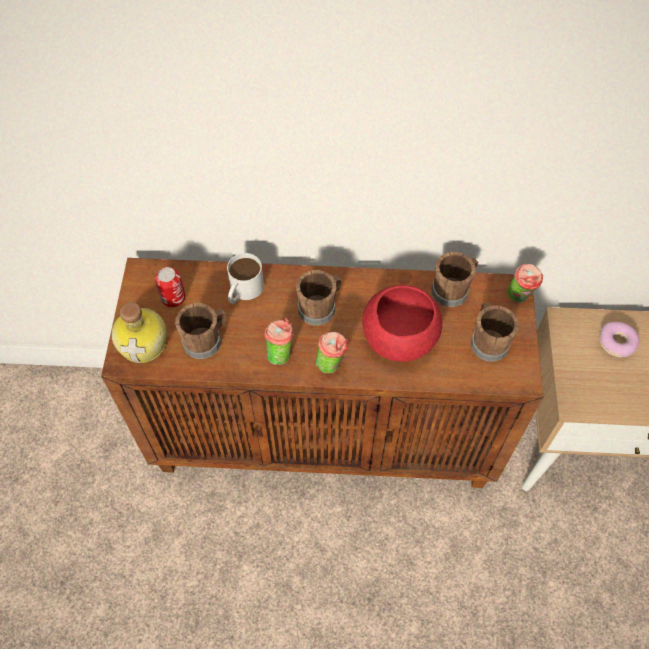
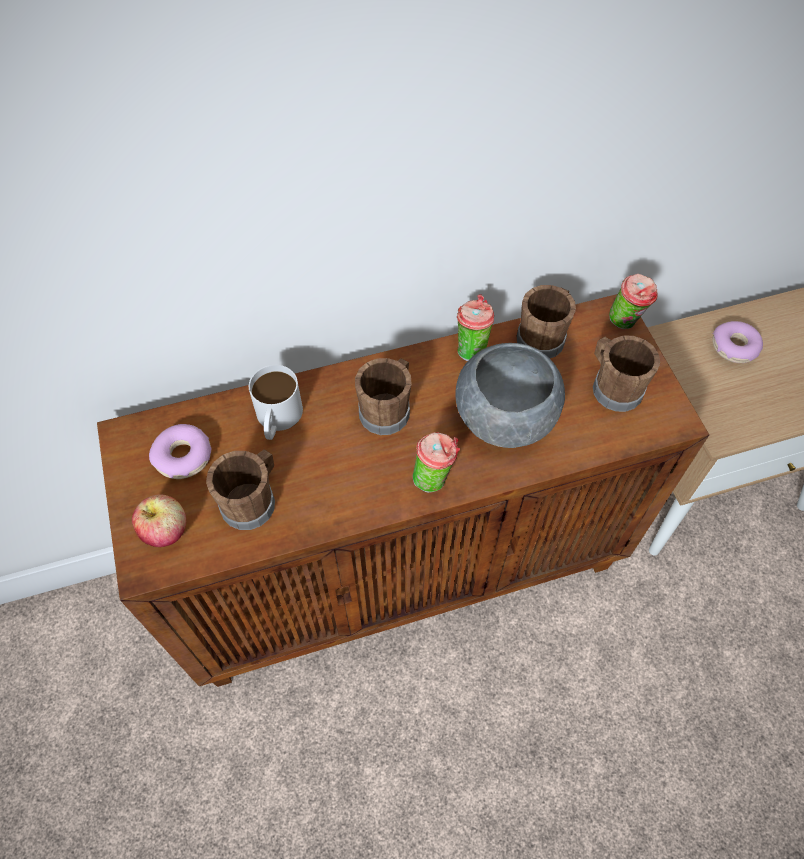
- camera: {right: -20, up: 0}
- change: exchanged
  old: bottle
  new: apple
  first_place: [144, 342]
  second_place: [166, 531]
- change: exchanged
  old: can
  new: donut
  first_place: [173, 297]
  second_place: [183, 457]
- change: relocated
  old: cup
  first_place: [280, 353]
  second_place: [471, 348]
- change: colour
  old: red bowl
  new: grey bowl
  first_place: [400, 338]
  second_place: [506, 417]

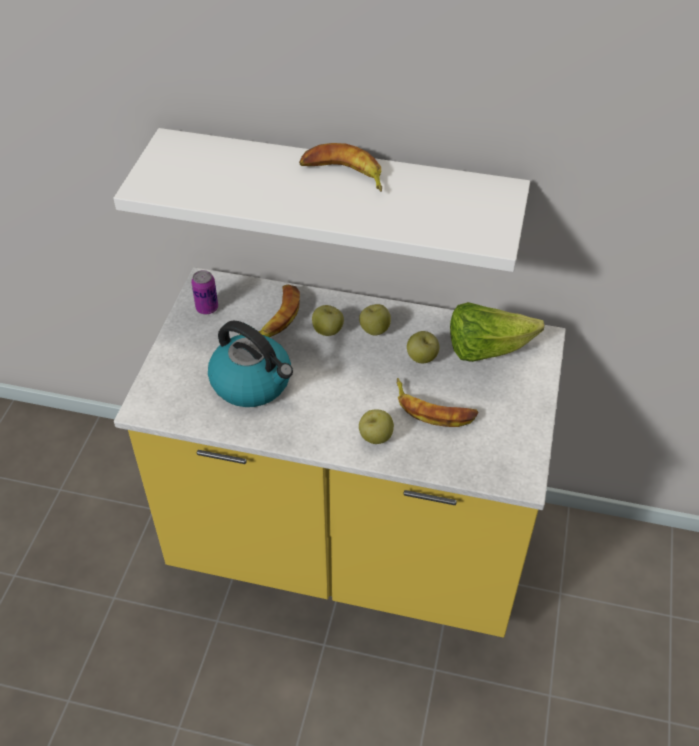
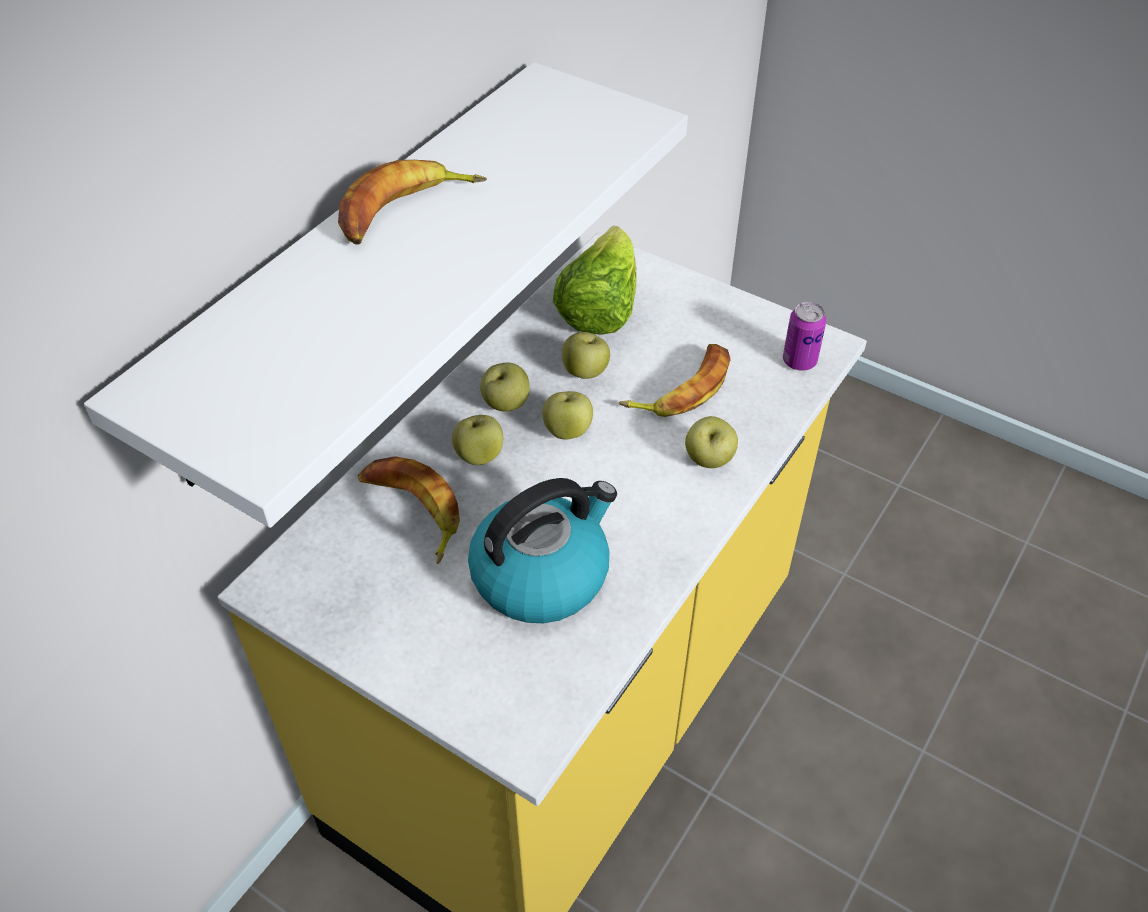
- camera: {right: -70, up: 0}
- change: relocated
  old: can
  first_place: [207, 308]
  second_place: [799, 361]
- change: appeared
  new: apple
  second_place: [567, 431]

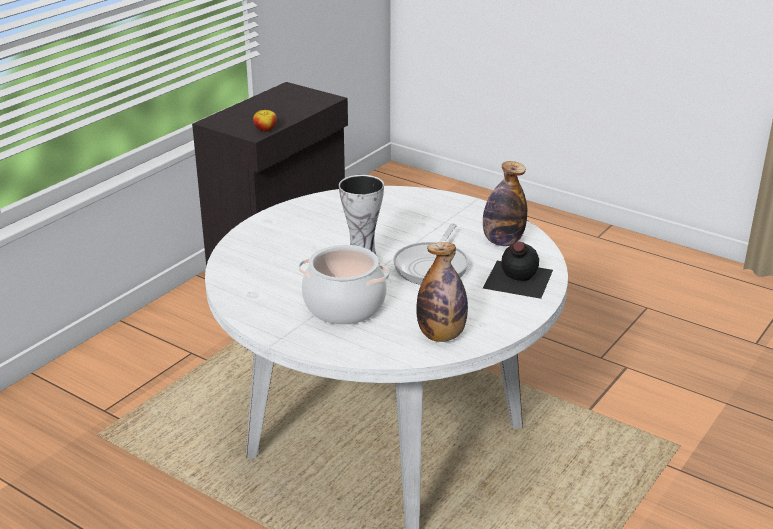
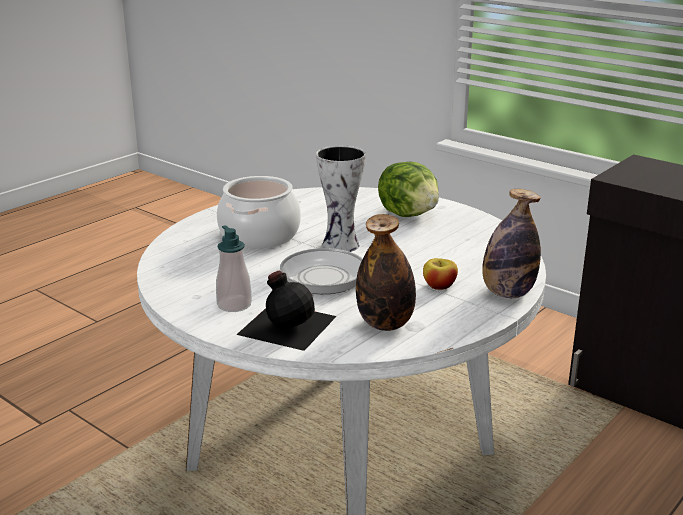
- camera: {right: 95, up: -5}
- change: relocated
  old: apple
  first_place: [265, 129]
  second_place: [439, 286]
- change: relocated
  old: bottle
  first_place: [441, 335]
  second_place: [507, 293]
- change: appeared
  new: soap dispenser
  second_place: [234, 305]
- change: appeared
  new: lettuce
  second_place: [409, 214]

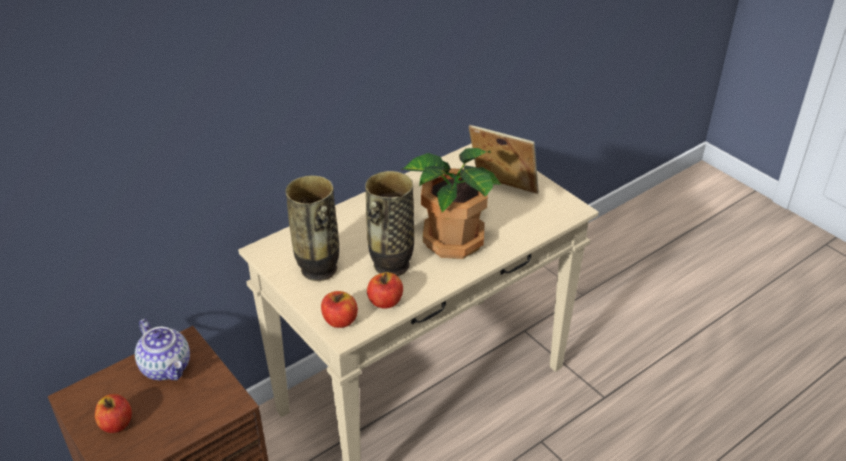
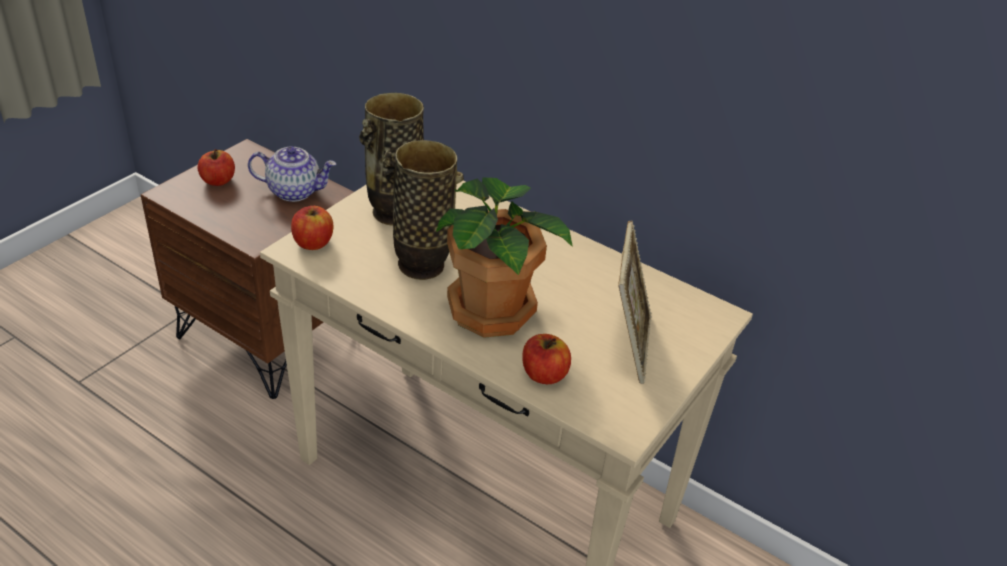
- camera: {right: 70, up: 0}
- change: spun
  old: teapot
  first_place: [167, 367]
  second_place: [295, 191]
  degrees: -120
- change: relocated
  old: apple
  first_place: [385, 301]
  second_place: [544, 374]

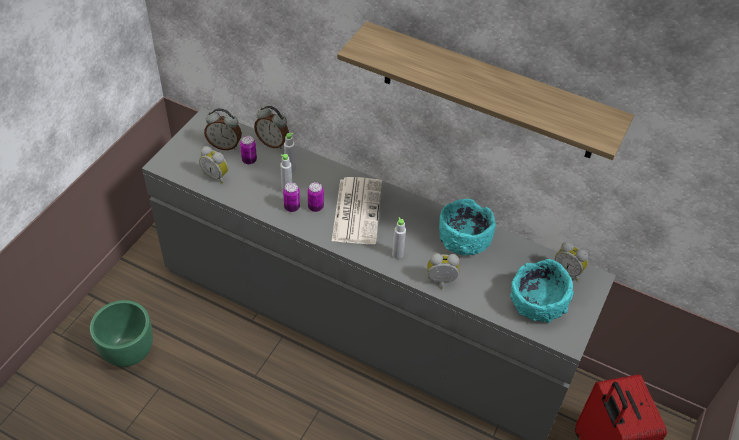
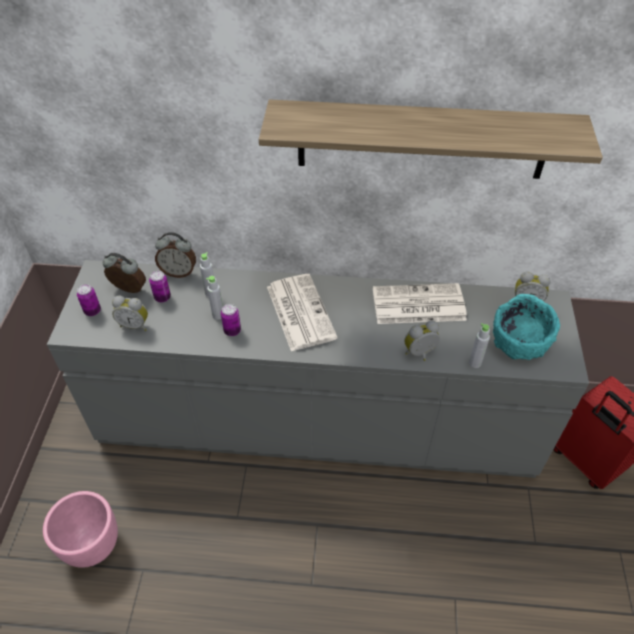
- camera: {right: -20, up: 0}
- change: colour
  old: green planter
  new: pink planter
  first_place: [128, 353]
  second_place: [92, 546]
- change: spun
  old: alarm clock
  first_place: [225, 145]
  second_place: [128, 290]
  degrees: -150
- change: relocated
  old: can
  first_place: [315, 207]
  second_place: [92, 311]
- change: relocated
  old: grey bottle
  first_place: [397, 254]
  second_place: [475, 363]
- change: exchanged
  old: turquoise bowl
  new: newspaper
  first_place: [463, 240]
  second_place: [417, 305]

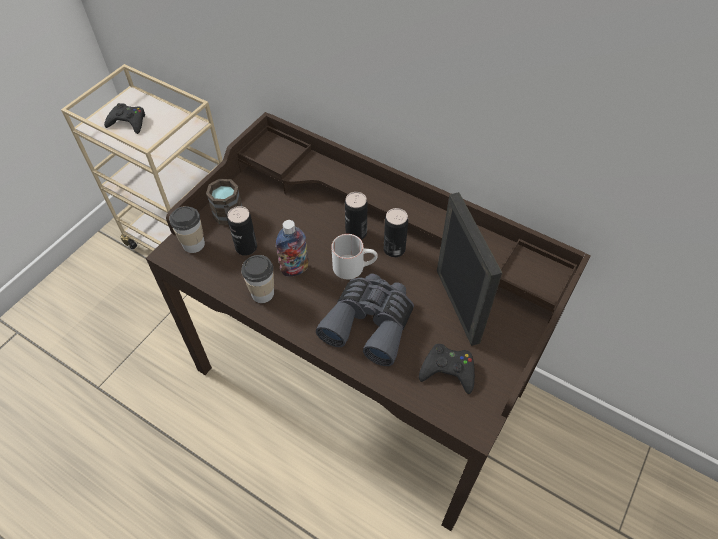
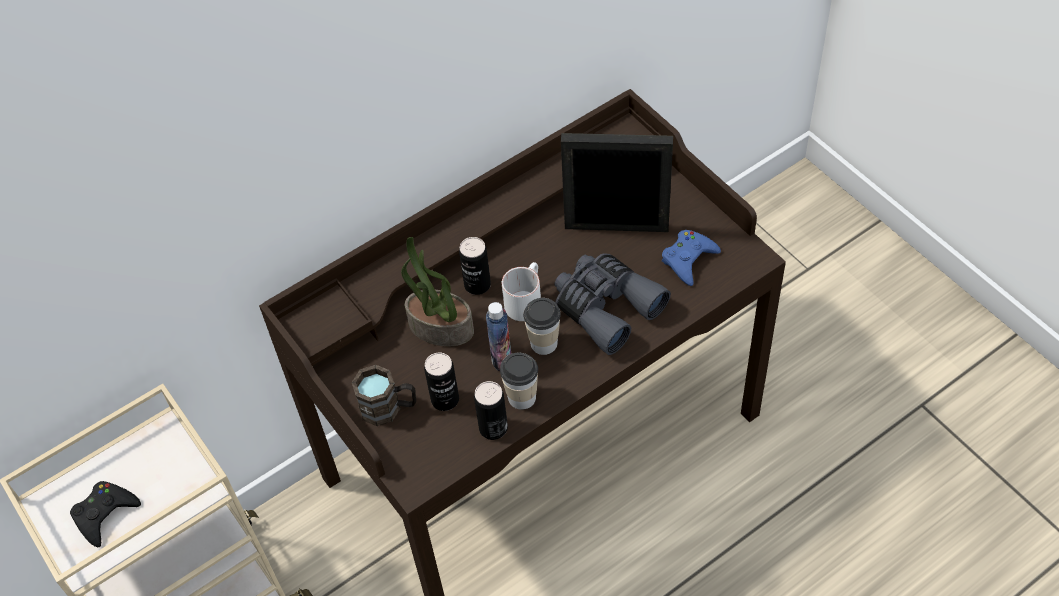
- camera: {right: -65, up: 0}
- change: relocated
  old: cup
  first_place: [193, 244]
  second_place: [544, 343]
- change: relocated
  old: can
  first_place: [394, 249]
  second_place: [493, 428]
- change: colour
  old: black game controller
  new: blue game controller
  first_place: [448, 370]
  second_place: [688, 260]
- change: appeared
  new: potted plant
  second_place: [440, 328]

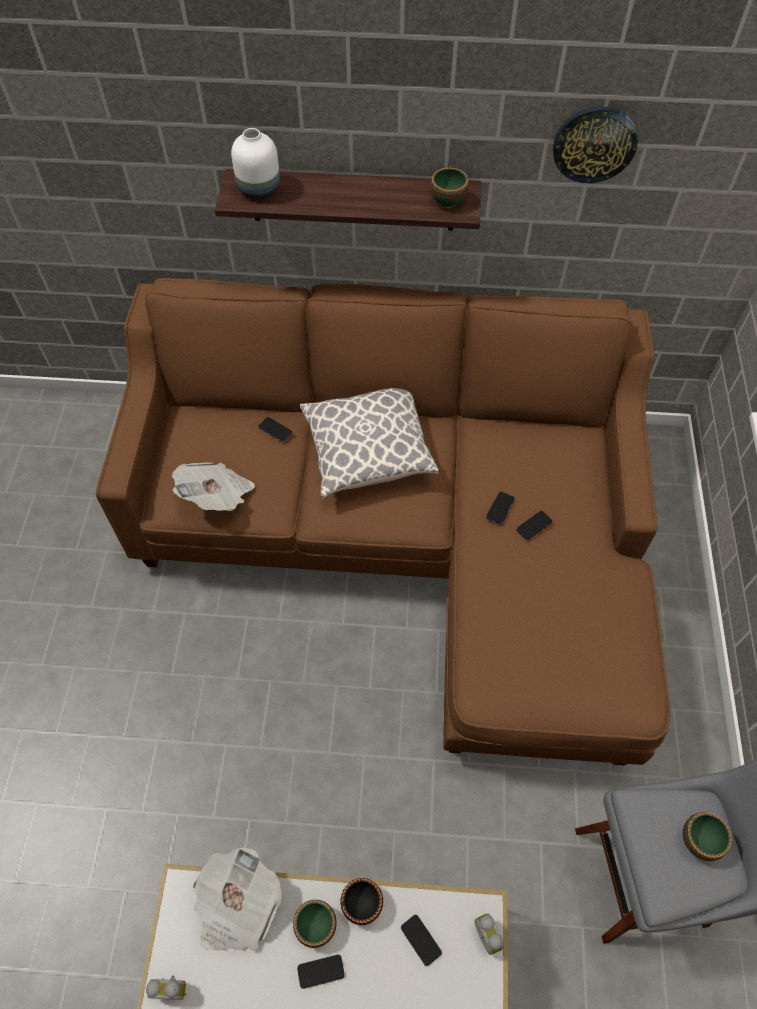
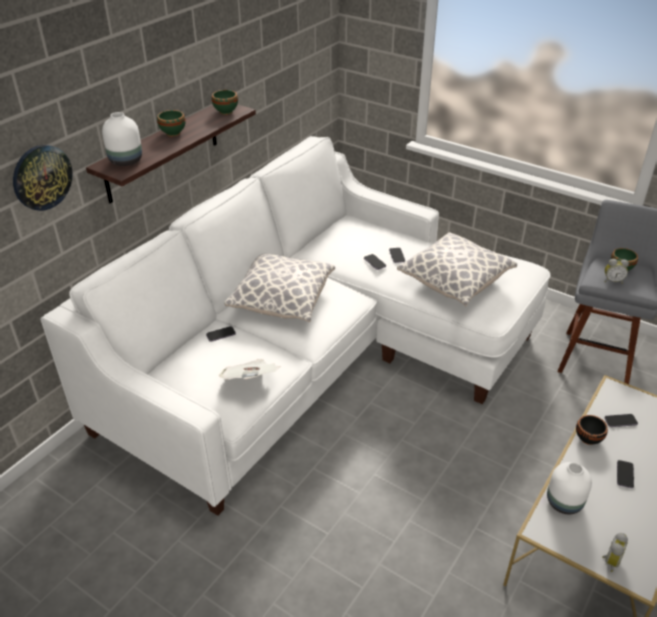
- camera: {right: -60, up: -20}
- change: colour
  old: brown sofa
  new: white sofa
  first_place: [410, 534]
  second_place: [316, 357]
- change: exchanged
  old: newspaper
  new: white vase
  first_place: [237, 905]
  second_place: [565, 503]
- change: relocated
  old: green bowl
  first_place: [315, 924]
  second_place: [172, 133]
- change: relocated
  old: alarm clock
  first_place: [488, 934]
  second_place: [612, 281]
- change: relocated
  old: wall clock
  first_place: [594, 144]
  second_place: [42, 177]
- change: appeared
  new: pillow
  second_place: [454, 282]

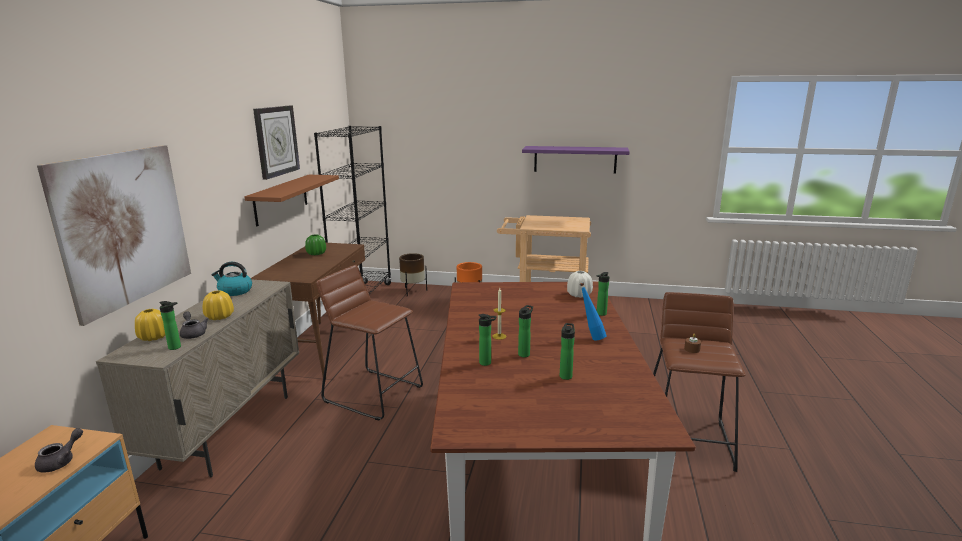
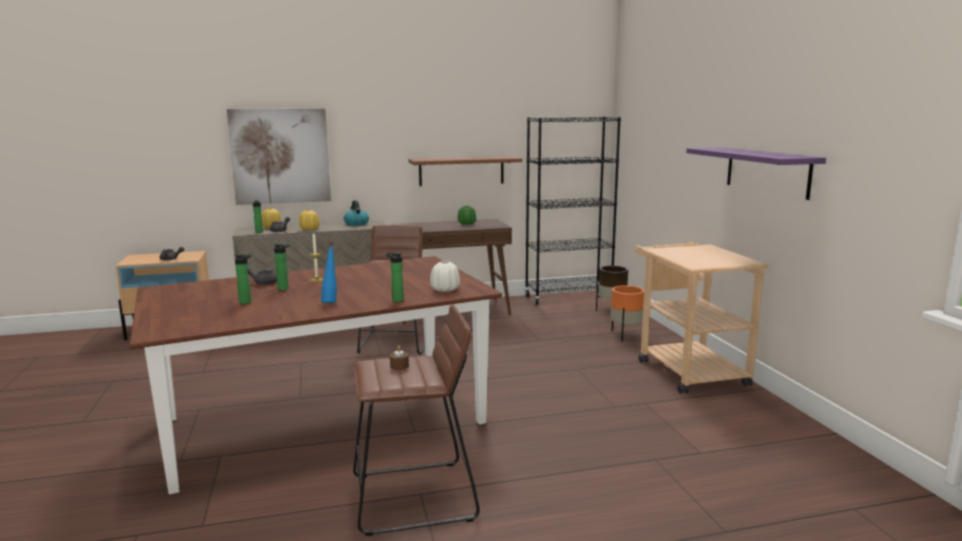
- camera: {right: 65, up: -5}
- change: missing
  old: wall clock
  first_place: [276, 141]
- change: exchanged
  old: bottle
  new: grey teapot
  first_place: [487, 363]
  second_place: [262, 282]

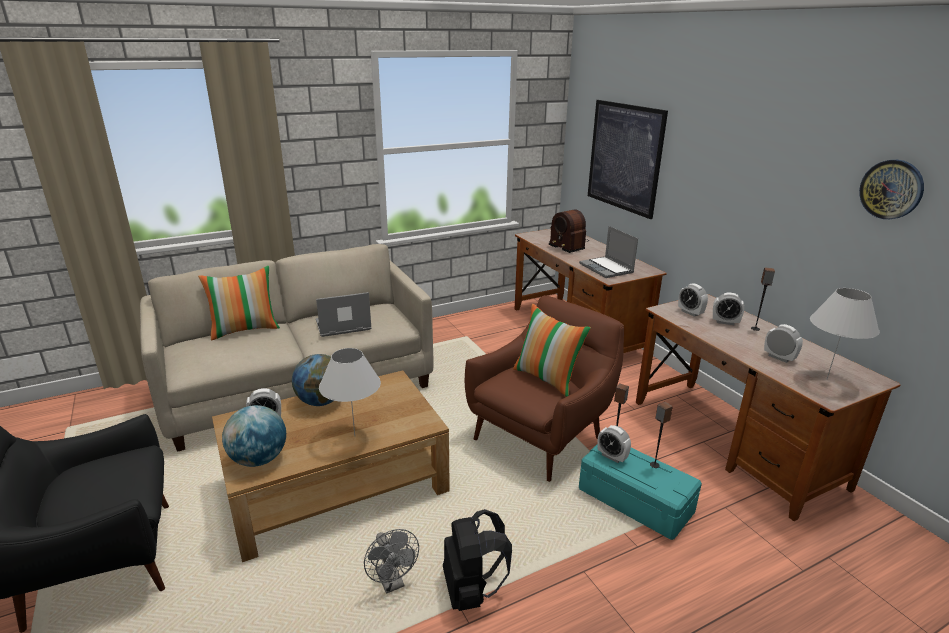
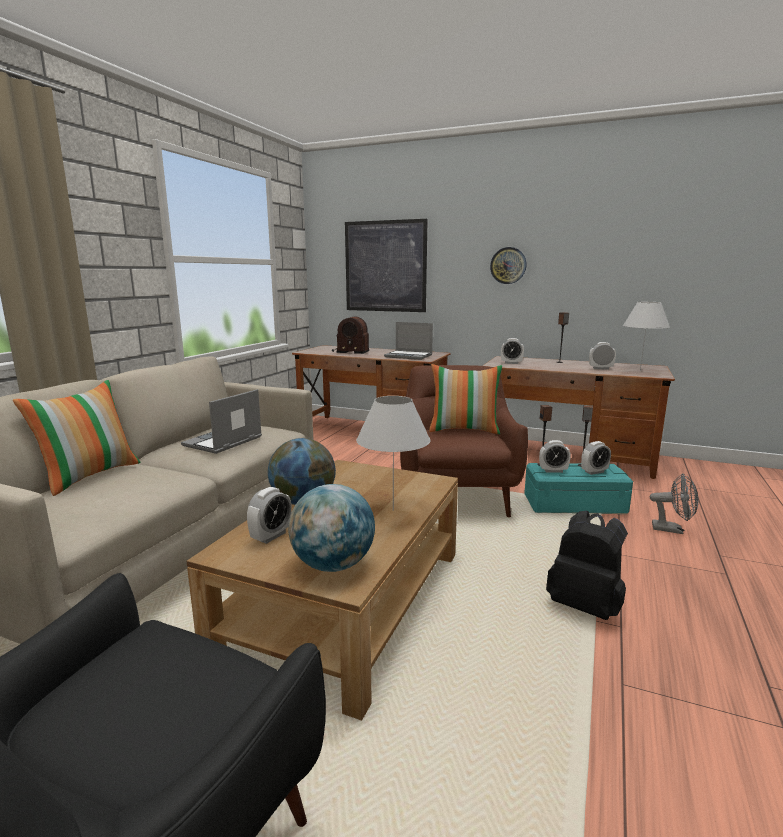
- camera: {right: -40, up: -10}
- change: relocated
  old: grey fan
  first_place: [392, 583]
  second_place: [672, 529]
- change: relocated
  old: alarm clock
  first_place: [725, 322]
  second_place: [594, 472]
- change: relocated
  old: wall clock
  first_place: [891, 189]
  second_place: [508, 265]

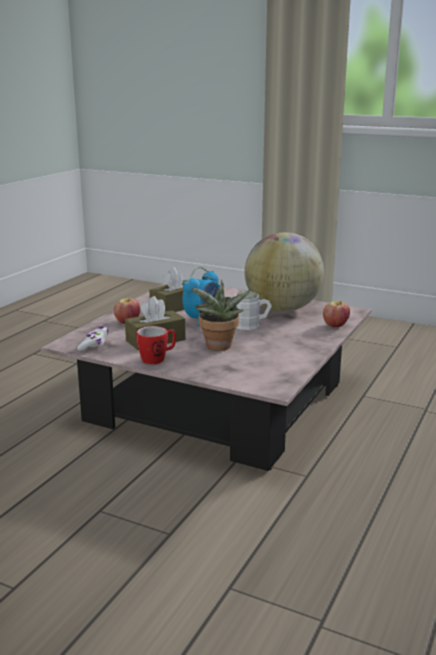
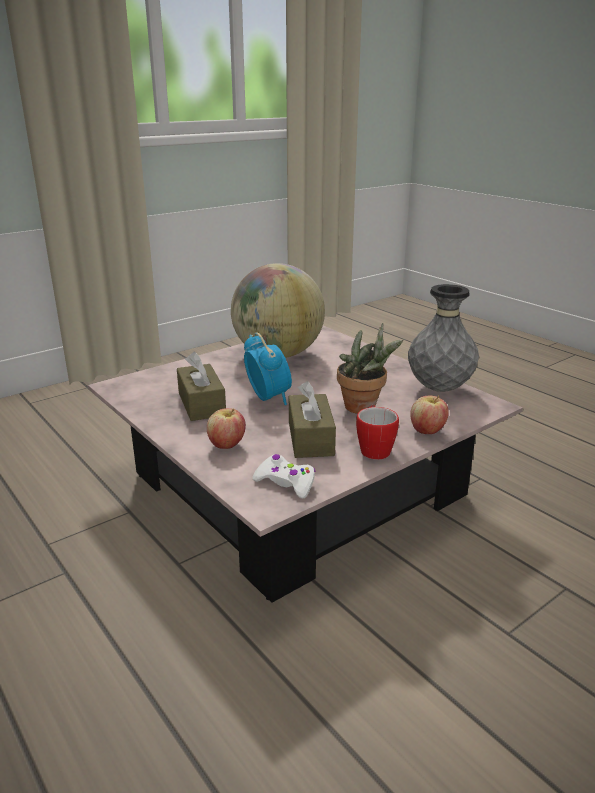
- camera: {right: -65, up: 5}
- change: missing
  old: white mug
  first_place: [251, 325]
- change: relocated
  old: apple
  first_place: [335, 326]
  second_place: [427, 431]
- change: appeared
  new: grey vase
  second_place: [439, 389]

